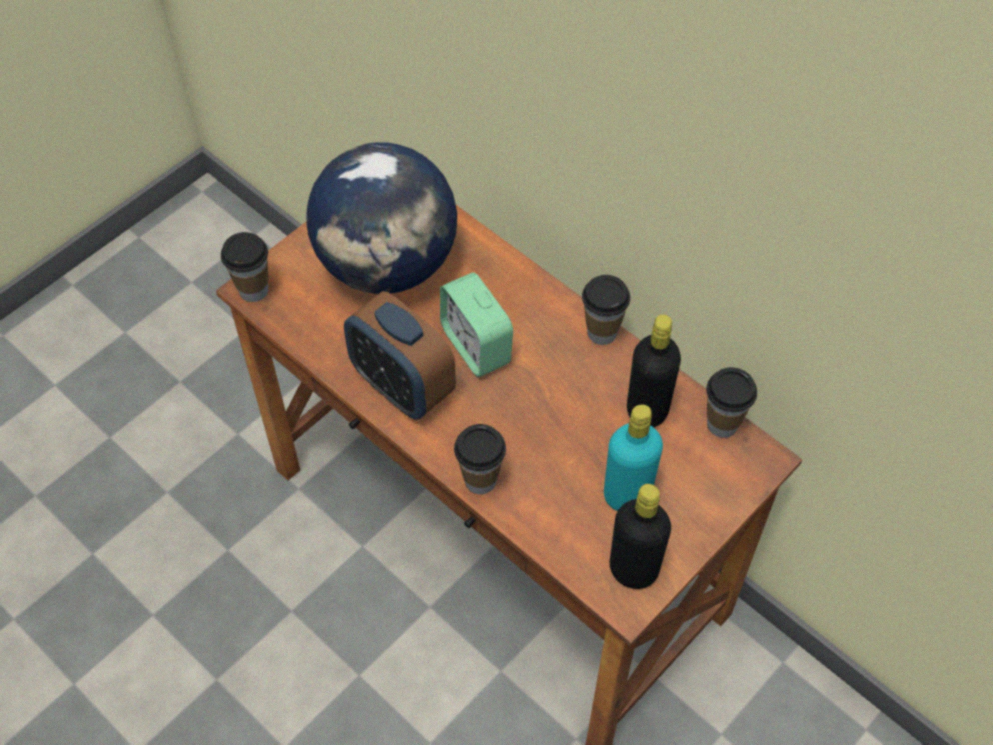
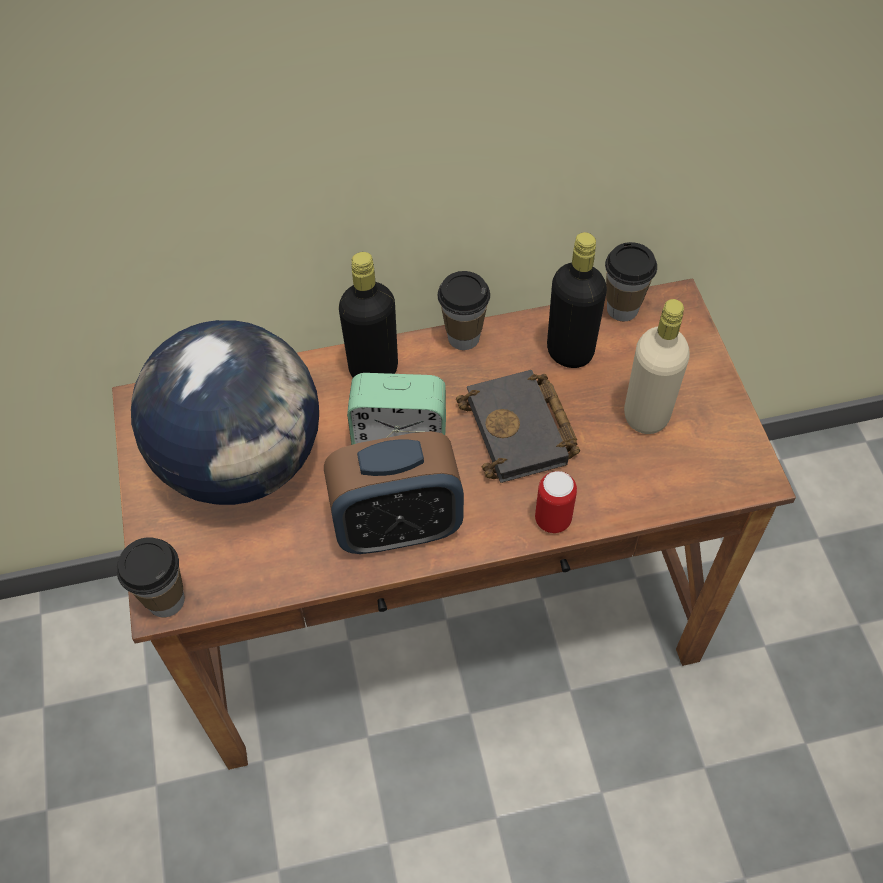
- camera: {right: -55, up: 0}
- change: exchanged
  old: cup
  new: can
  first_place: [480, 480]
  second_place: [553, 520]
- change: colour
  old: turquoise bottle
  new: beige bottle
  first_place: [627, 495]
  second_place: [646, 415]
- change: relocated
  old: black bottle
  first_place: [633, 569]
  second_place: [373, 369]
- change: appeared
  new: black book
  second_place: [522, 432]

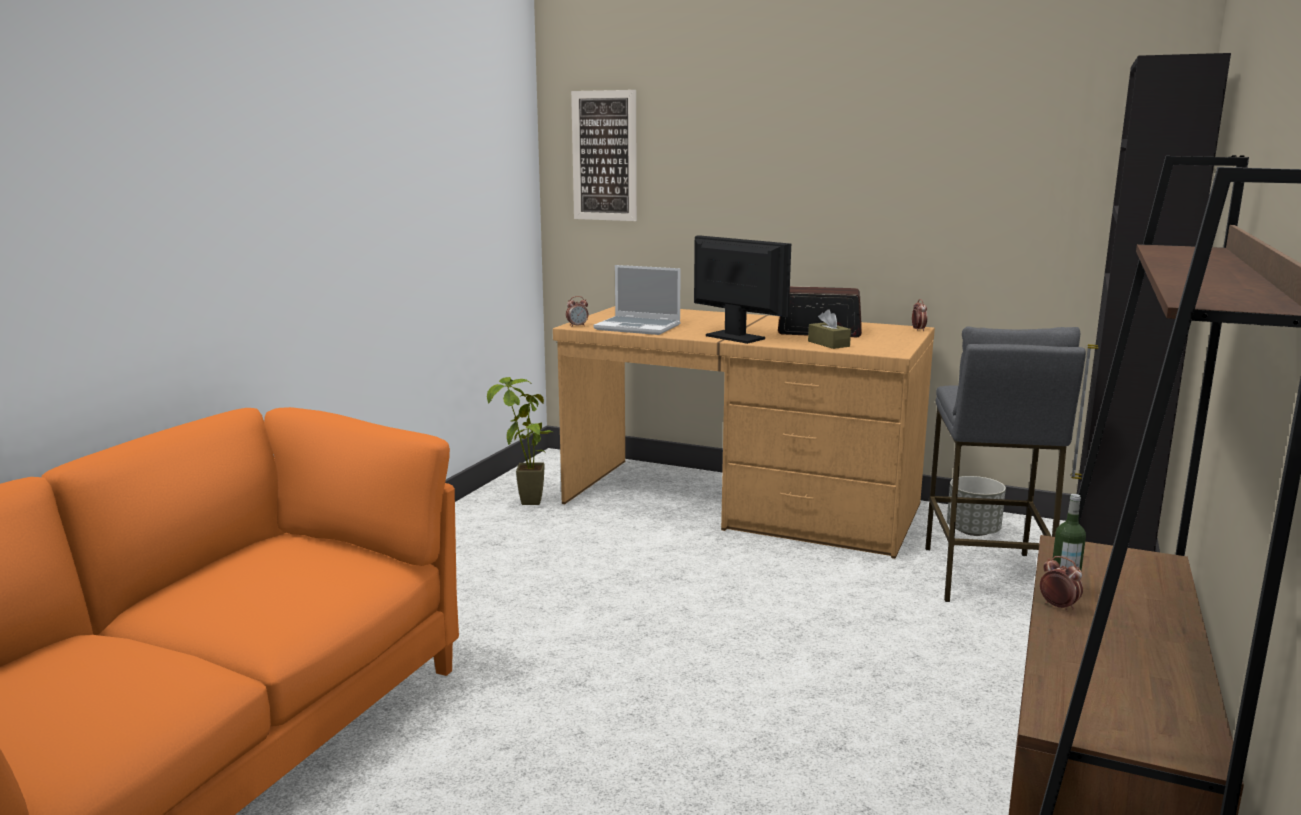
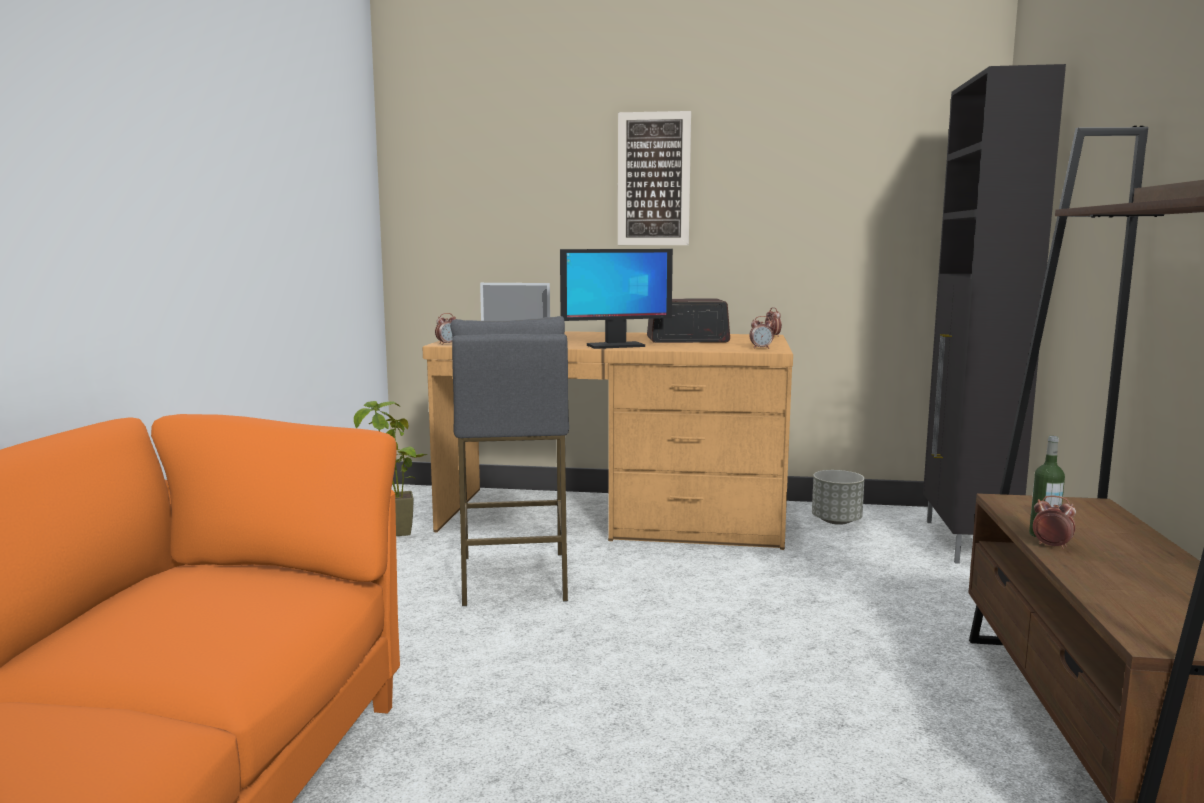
- camera: {right: -15, up: -5}
- change: relocated
  old: picture
  first_place: [604, 156]
  second_place: [653, 179]
- change: spun
  old: monitor
  first_place: [735, 337]
  second_place: [615, 346]
  degrees: 135
- change: missing
  old: brown tissue box
  first_place: [828, 344]
- change: relocated
  old: grey stool
  first_place: [985, 576]
  second_place: [513, 578]
- change: appeared
  new: alarm clock
  second_place: [761, 348]

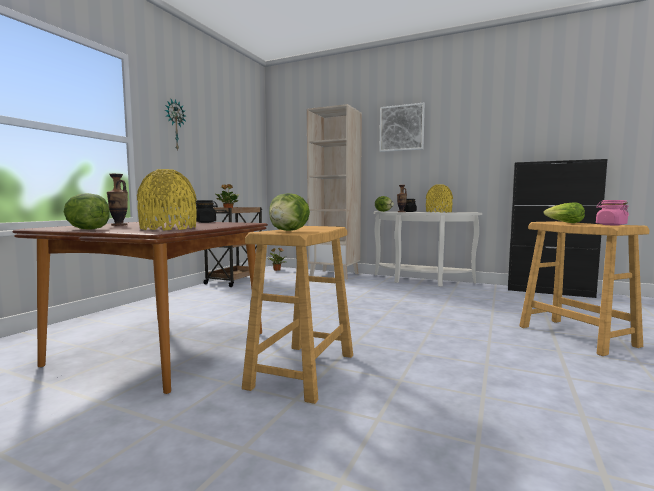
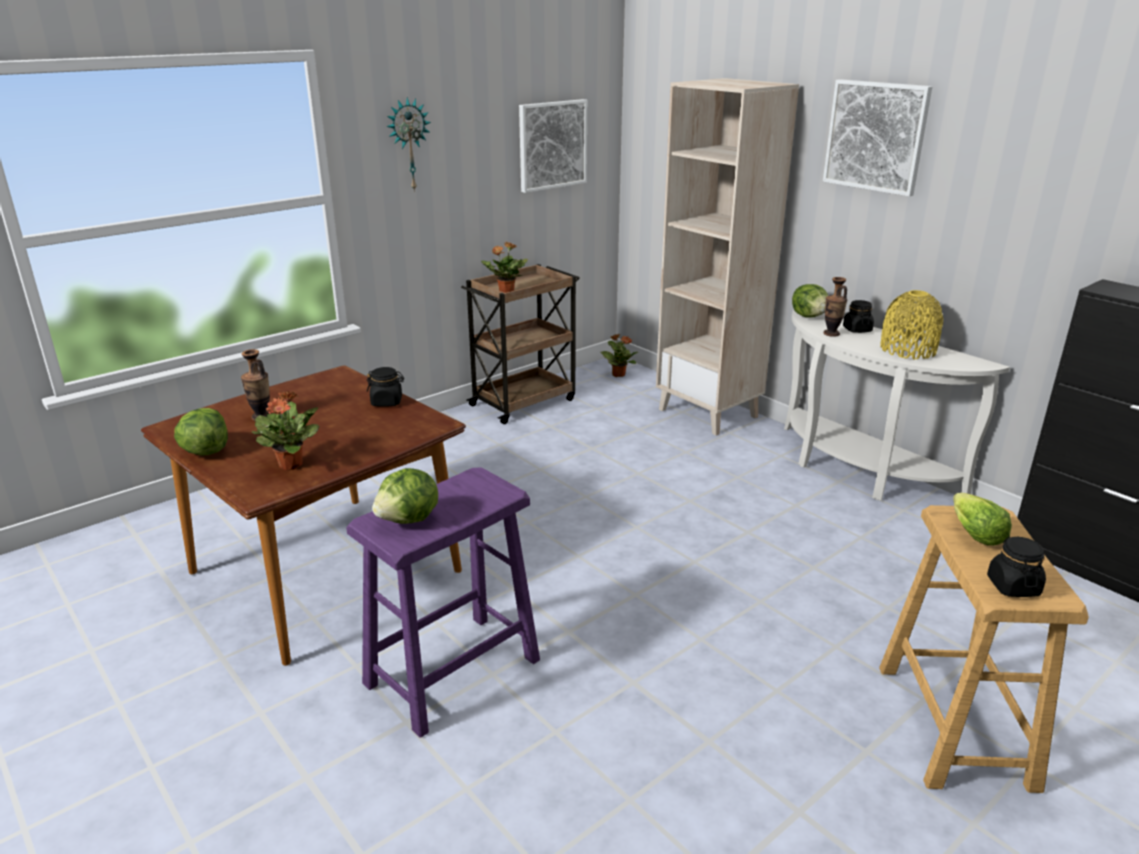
- camera: {right: 25, up: 20}
- change: exchanged
  old: yellow vase
  new: potted plant
  first_place: [168, 228]
  second_place: [291, 464]
- change: colour
  old: beige stool
  new: purple stool
  first_place: [302, 371]
  second_place: [451, 672]
- change: colour
  old: pink jar
  new: black jar
  first_place: [610, 225]
  second_place: [1012, 586]
- change: appeared
  new: picture
  second_place: [552, 145]

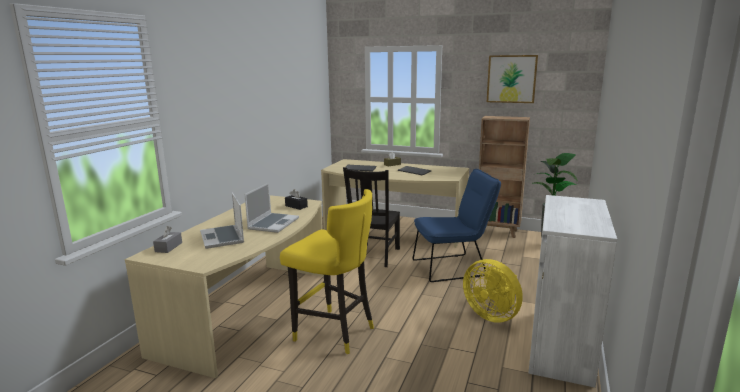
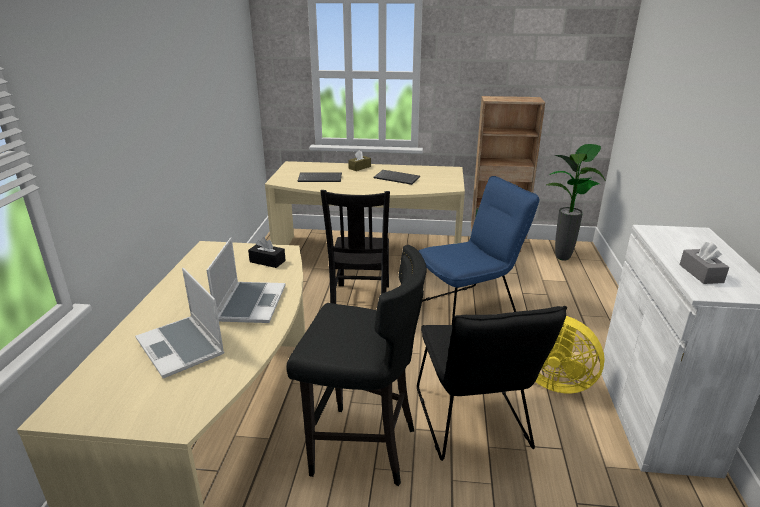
- camera: {right: -15, up: 10}
- change: relocated
  old: grey tissue box
  first_place: [168, 247]
  second_place: [701, 273]
- change: colour
  old: yellow stool
  new: black stool
  first_place: [333, 332]
  second_place: [362, 447]
- change: missing
  old: picture
  first_place: [511, 79]
- change: appeared
  new: black chair
  second_place: [474, 424]

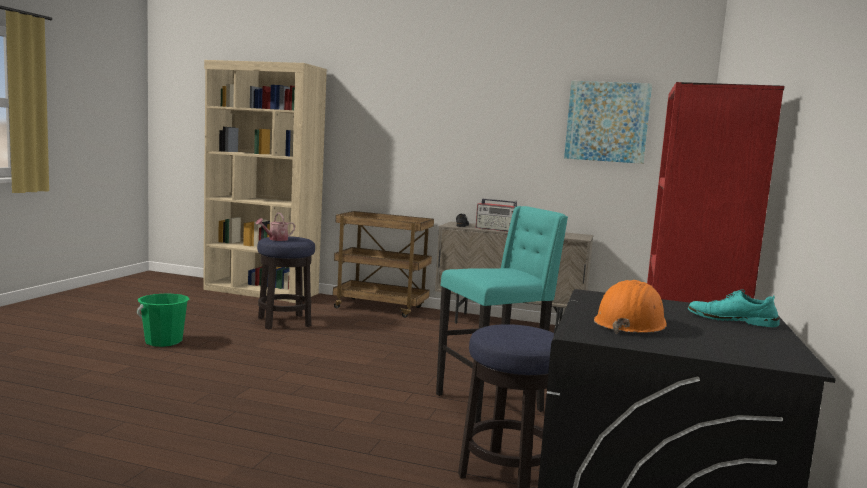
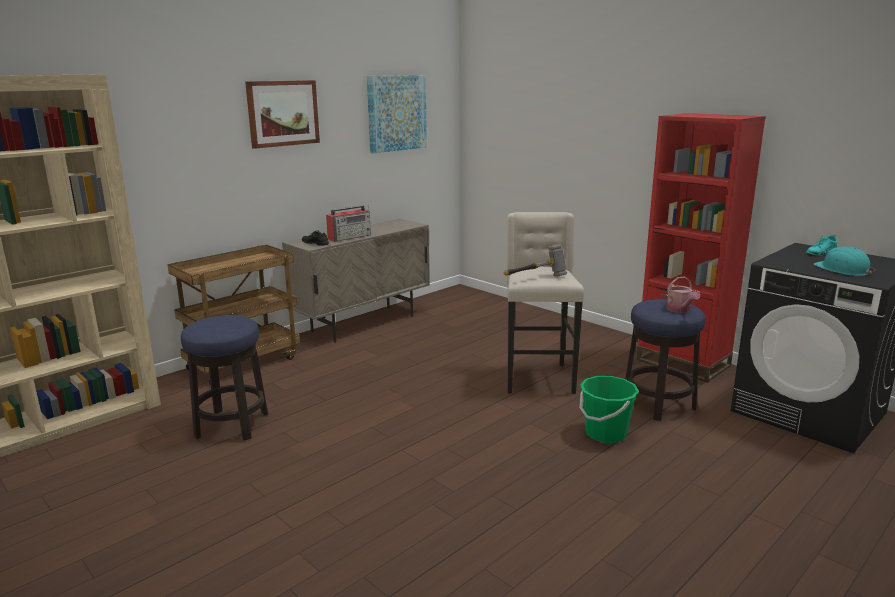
- camera: {right: -60, up: 10}
- change: relocated
  old: green bucket
  first_place: [163, 341]
  second_place: [605, 433]
- change: relocated
  old: watering can
  first_place: [275, 239]
  second_place: [680, 310]
- change: colour
  old: turquoise stool
  new: beige stool
  first_place: [491, 403]
  second_place: [537, 378]
- change: colour
  old: orange hard hat
  new: turquoise hard hat
  first_place: [630, 323]
  second_place: [842, 270]
- change: appeared
  new: picture
  second_place: [283, 113]
- change: appeared
  new: hammer
  second_place: [536, 278]

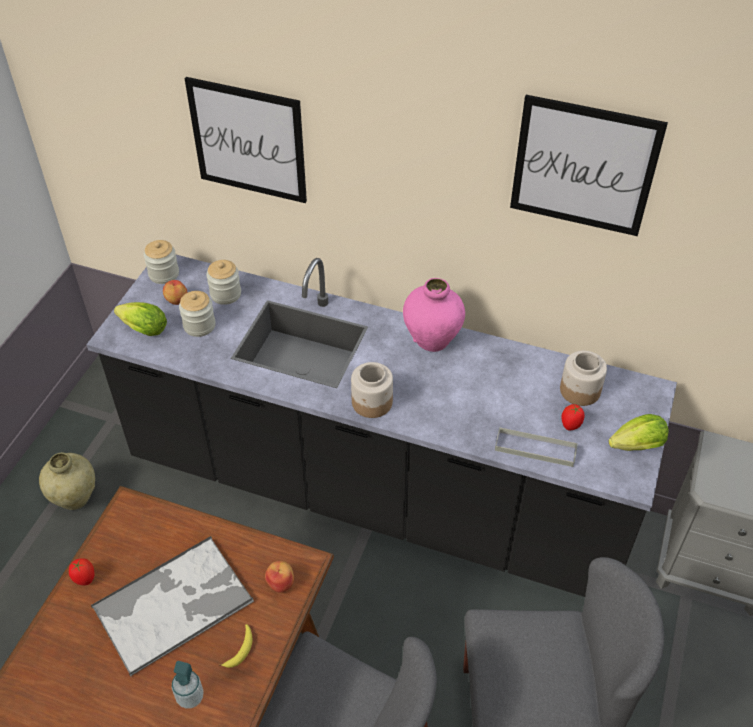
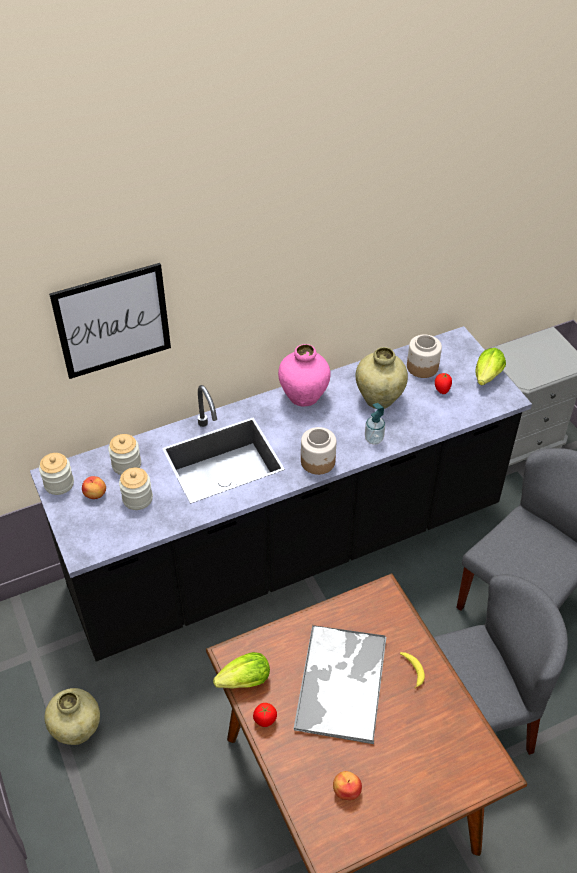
- camera: {right: -45, up: 0}
- change: relocated
  old: lettuce
  first_place: [141, 329]
  second_place: [241, 682]
- change: relocated
  old: soap dispenser
  first_place: [190, 697]
  second_place: [374, 439]
- change: relocated
  old: apple
  first_place: [281, 582]
  second_place: [346, 790]
- change: missing
  old: grey tray
  first_place: [535, 449]
- change: missing
  old: picture
  first_place: [584, 166]
- change: appeared
  new: beige vase
  second_place: [379, 399]

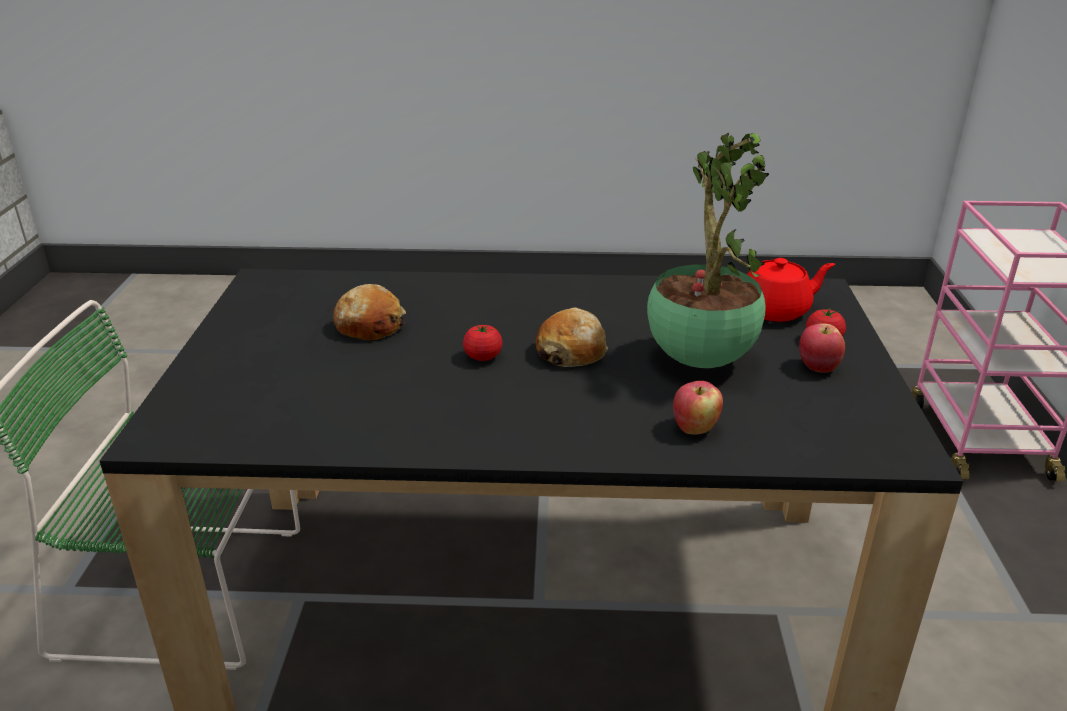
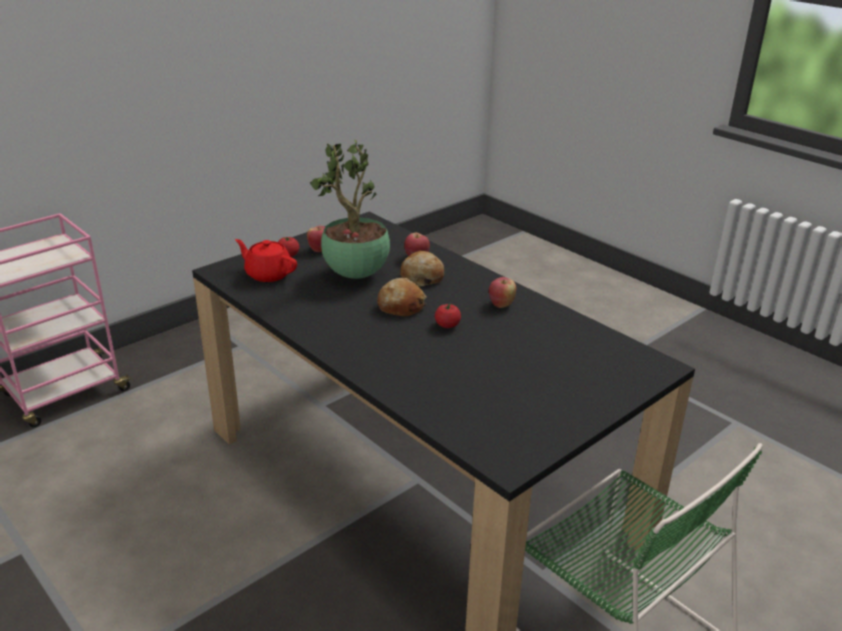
- camera: {right: -135, up: 0}
- change: relocated
  old: bread
  first_place: [370, 325]
  second_place: [422, 277]
- change: appeared
  new: apple
  second_place: [501, 304]

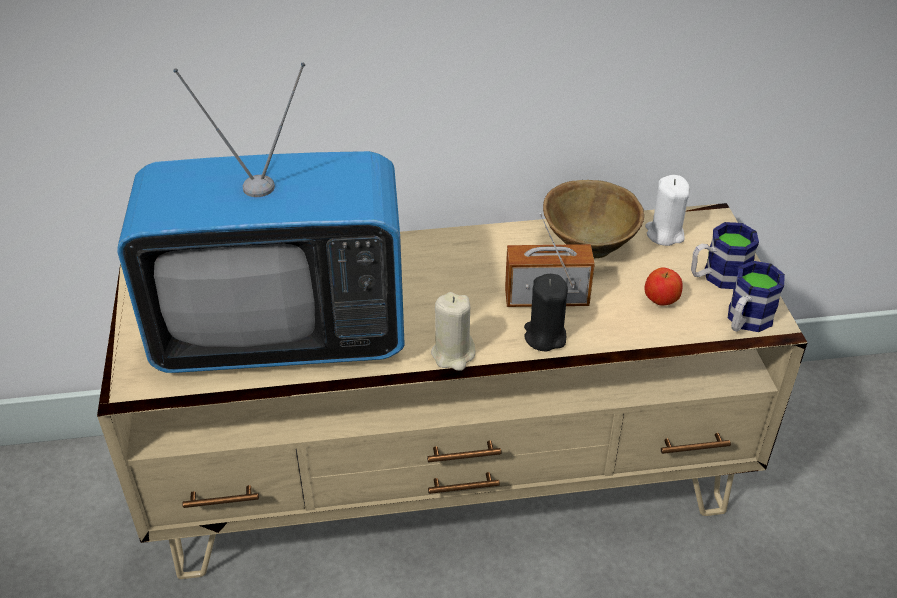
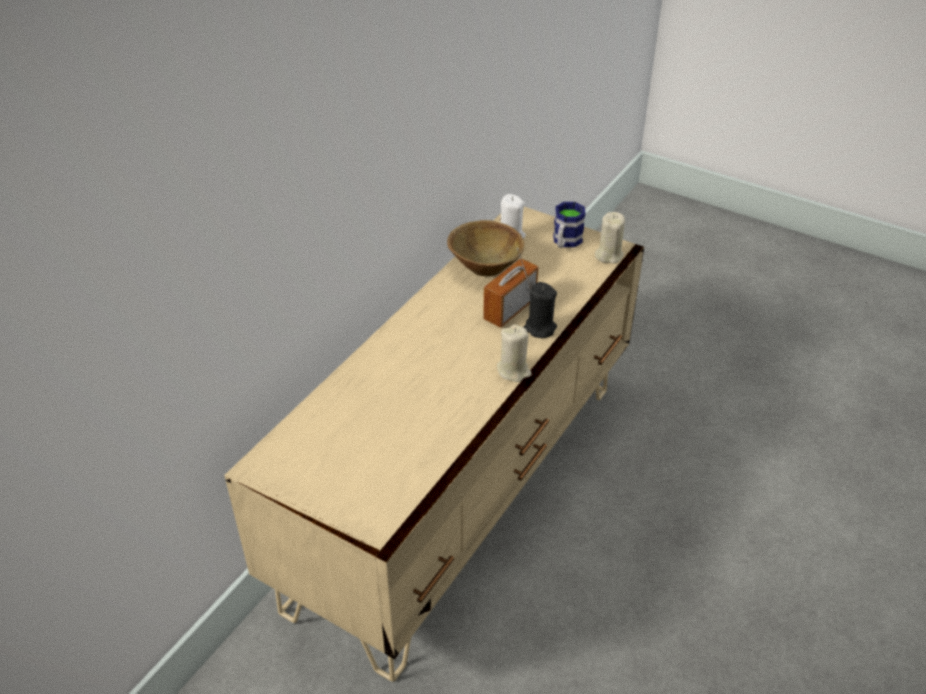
- camera: {right: -50, up: 0}
- change: missing
  old: television
  first_place: [282, 334]
- change: missing
  old: apple
  first_place: [660, 301]
- change: exchanged
  old: mug
  new: beige candle
  first_place: [745, 321]
  second_place: [608, 255]

